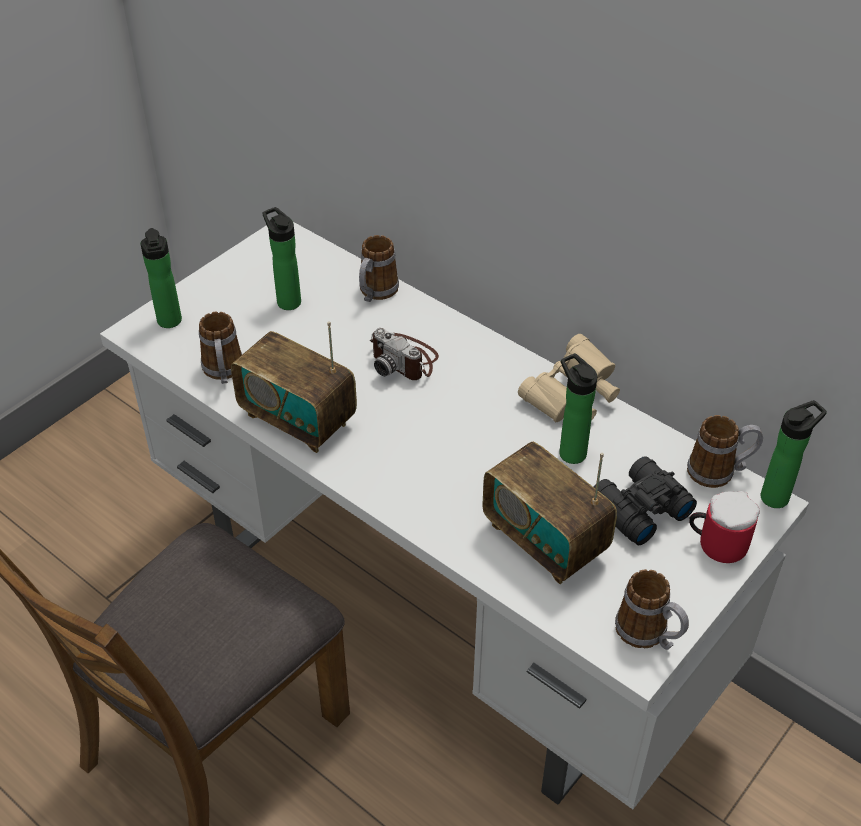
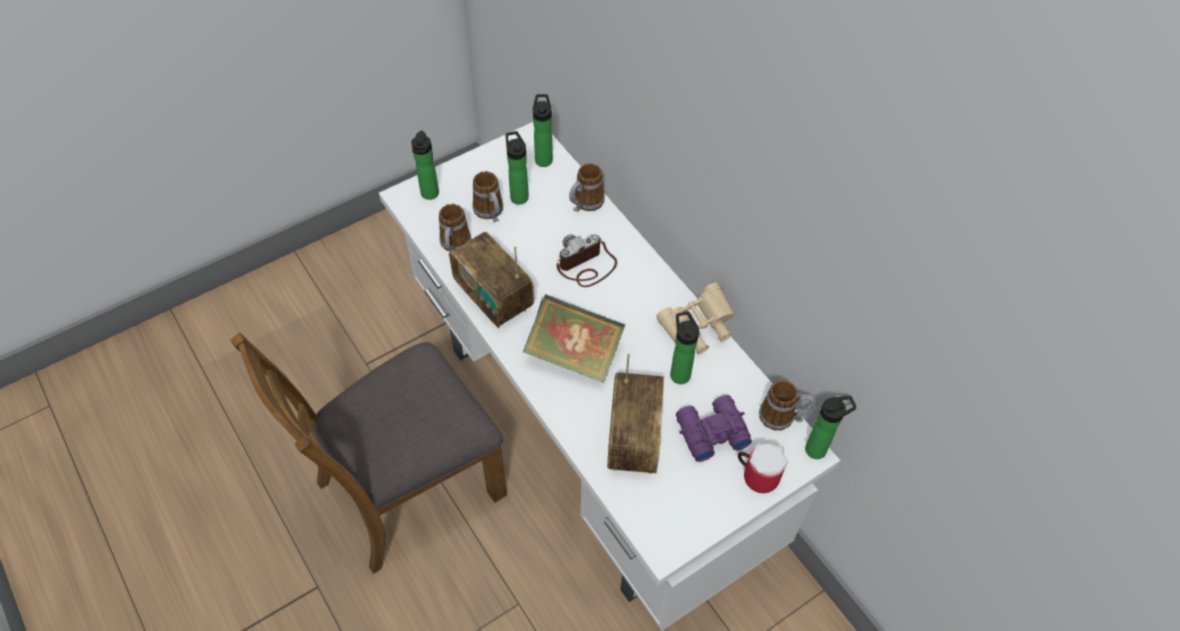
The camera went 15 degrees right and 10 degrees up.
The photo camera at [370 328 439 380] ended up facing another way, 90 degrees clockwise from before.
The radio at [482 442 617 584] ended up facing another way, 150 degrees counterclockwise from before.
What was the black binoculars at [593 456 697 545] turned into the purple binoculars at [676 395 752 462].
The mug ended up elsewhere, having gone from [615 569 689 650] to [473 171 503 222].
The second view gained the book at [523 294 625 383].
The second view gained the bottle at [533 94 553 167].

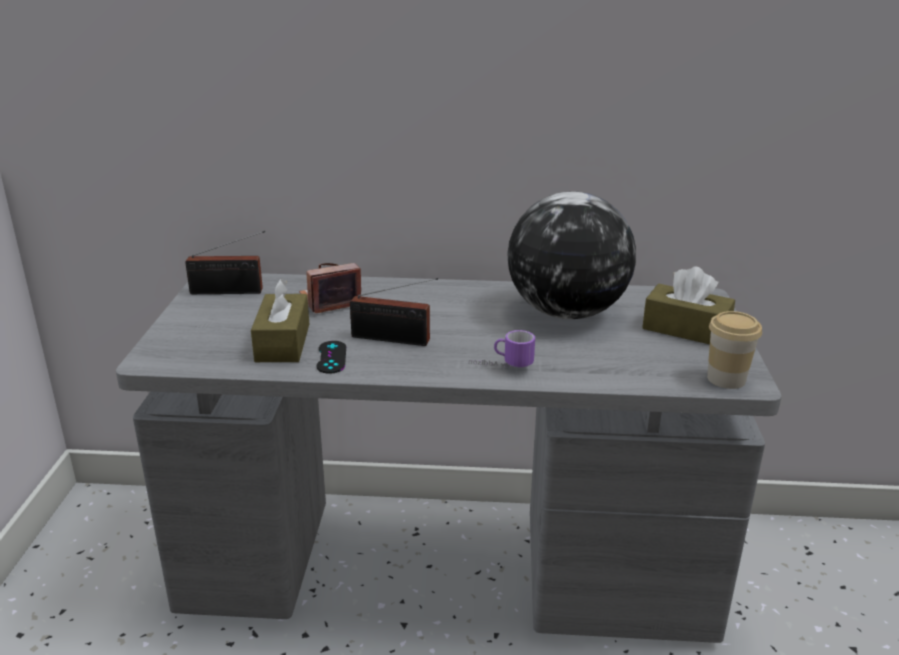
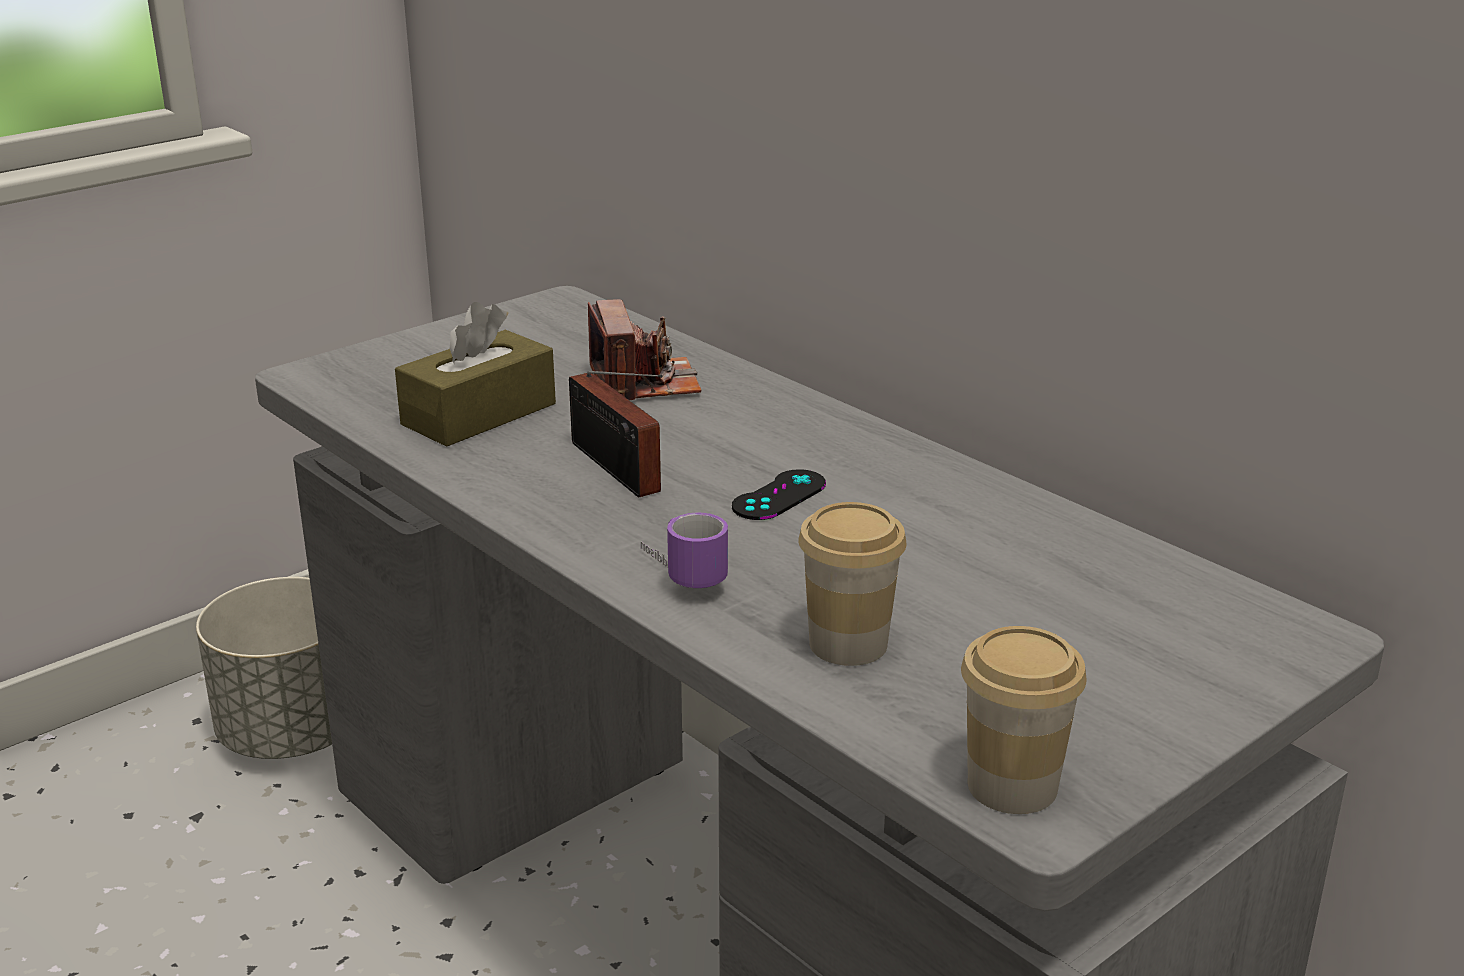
The camera went 45 degrees right and 0 degrees up.
The second view lost the radio at [185 231 265 294].
The photo camera at [299 263 361 313] ended up facing another way, 60 degrees clockwise from before.
The black game controller ended up elsewhere, having gone from [317 341 346 374] to [732 469 826 520].
The second view lost the globe at [507 192 636 319].
The second view lost the brown tissue box at [642 267 735 344].
The second view gained the grey planter at [196 577 332 759].
The second view gained the cup at [798 502 907 666].

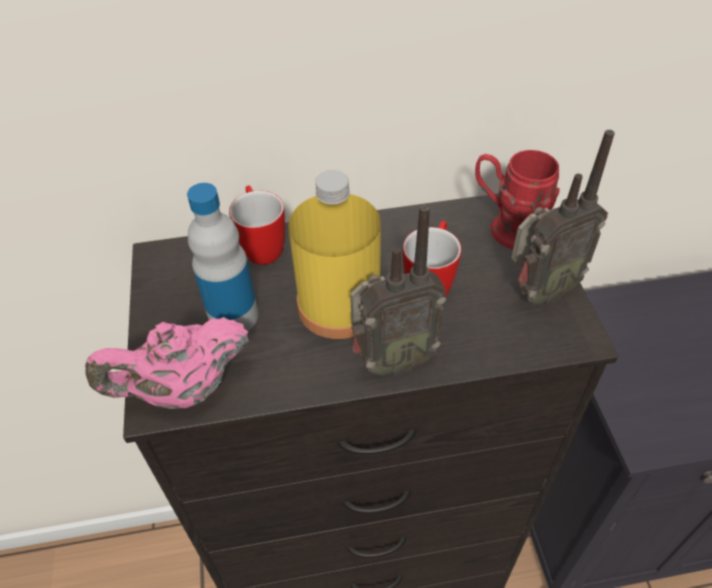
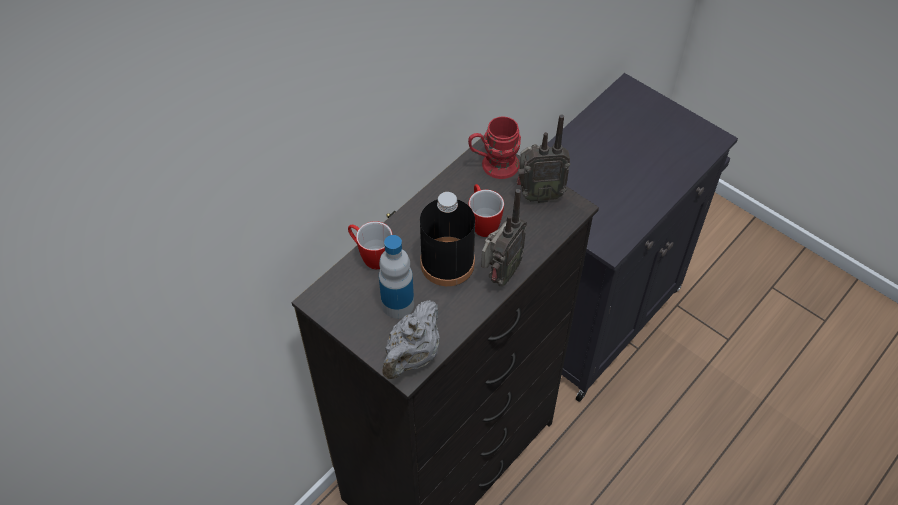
The camera went 40 degrees left and 5 degrees up.
What was the pink teapot at [85 317 249 409] turned into the grey teapot at [382 300 440 379].
What was the yellow bottle at [288 170 381 339] turned into the black bottle at [420 192 475 286].
The radio at [511 130 615 305] ended up facing another way, 60 degrees clockwise from before.

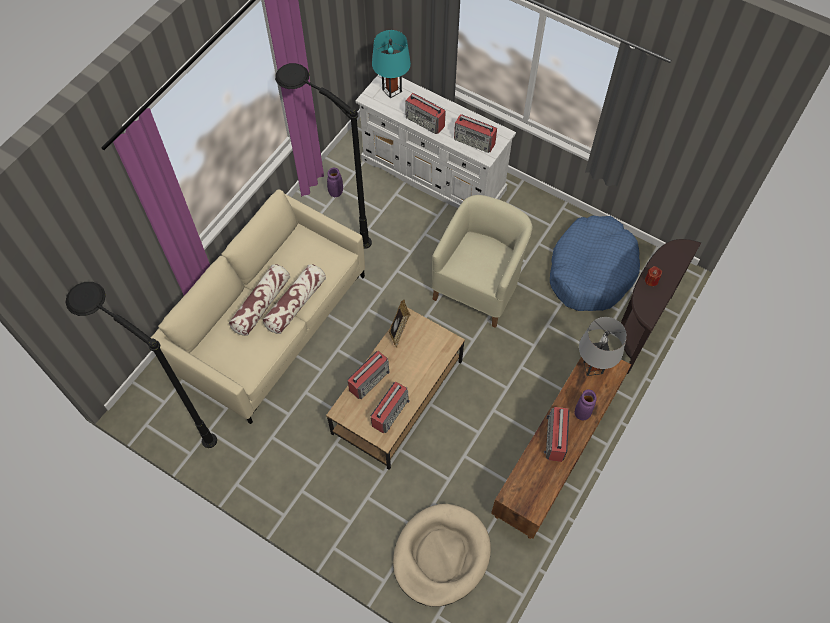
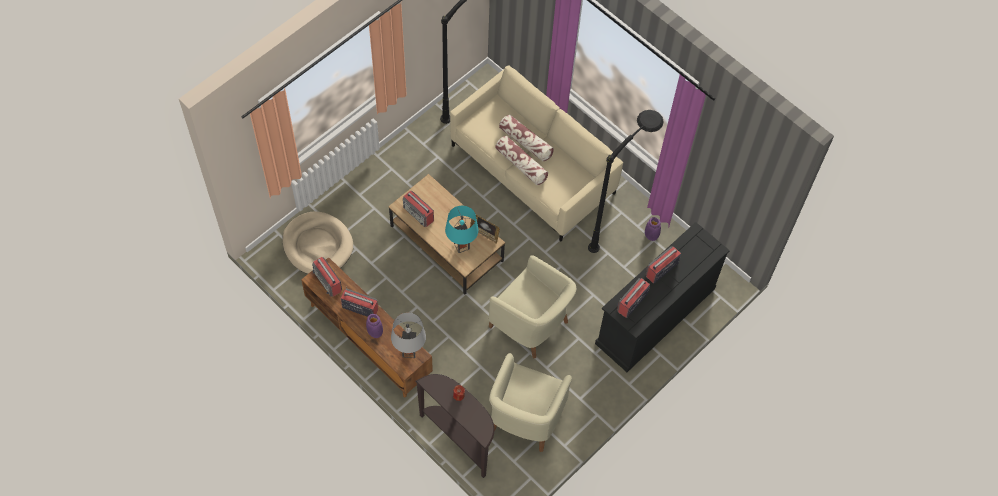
The camera went 100 degrees right and 0 degrees up.
The radio ended up elsewhere, having gone from [347 351 389 399] to [312 257 342 297].
What was the white dresser at [355 75 516 208] turned into the black dresser at [595 222 730 372].
The turquoise table lamp ended up elsewhere, having gone from [372 30 411 98] to [445 206 479 253].
Where the blue dog bed stood at [550 215 640 311], the beige armchair came to stand at [489 353 572 452].

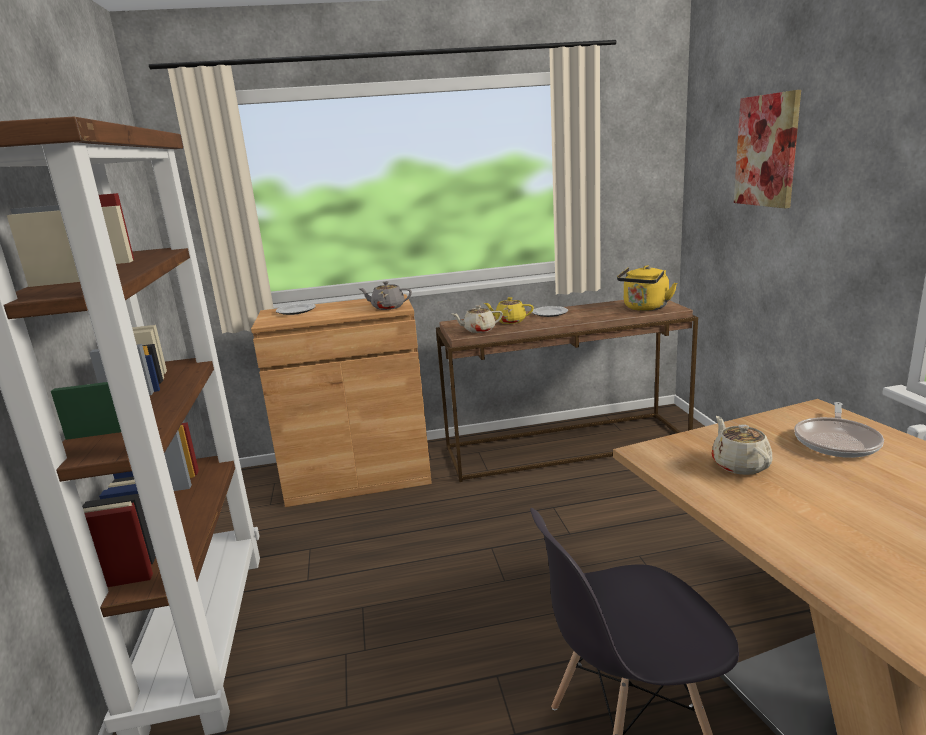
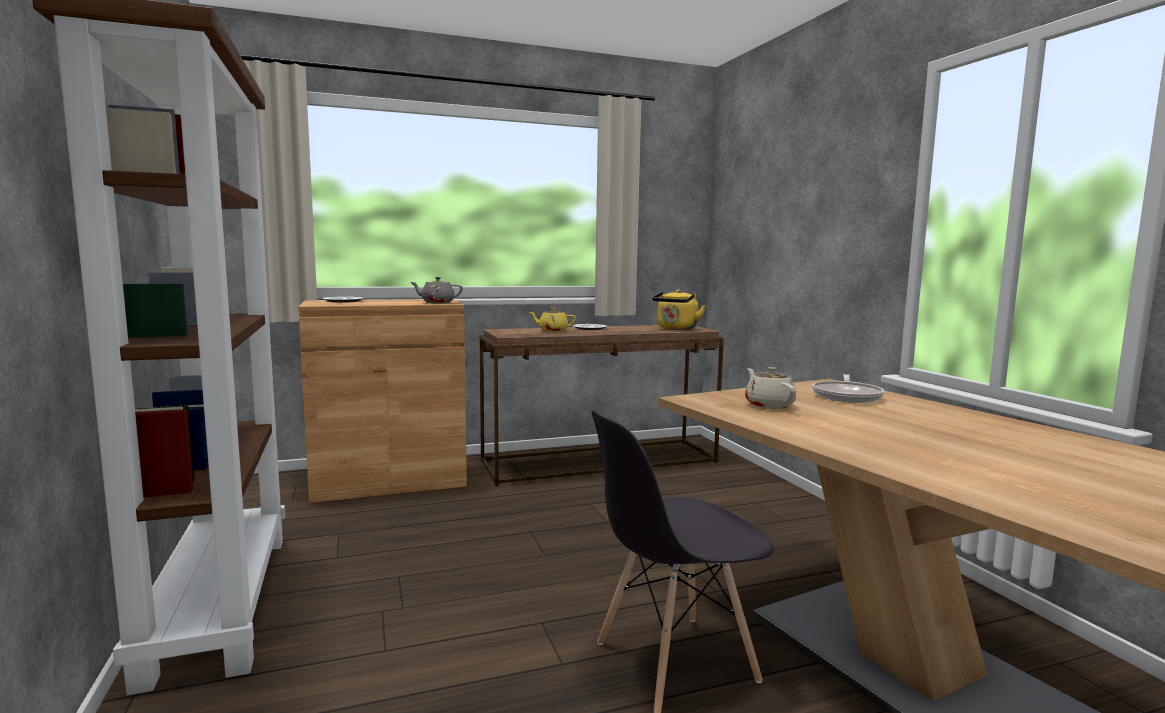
The camera went 10 degrees left and 10 degrees down.
The second view lost the beige teapot at [452 305 503 333].
The second view lost the picture at [734 90 801 208].

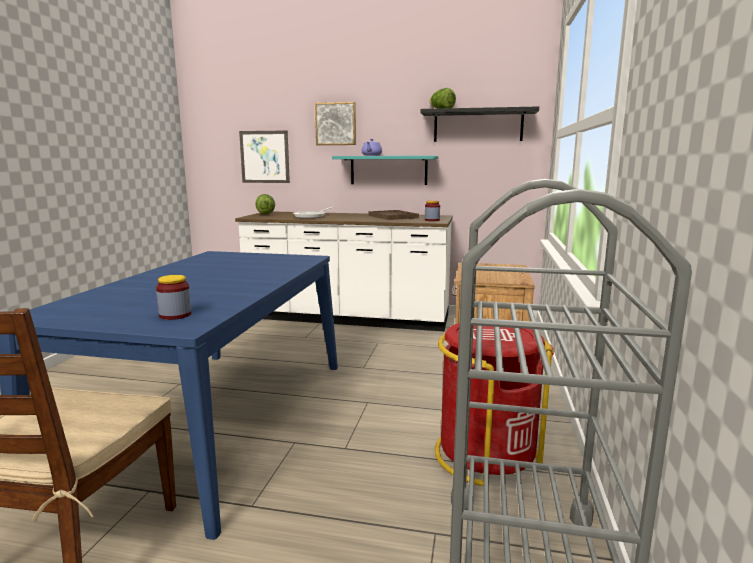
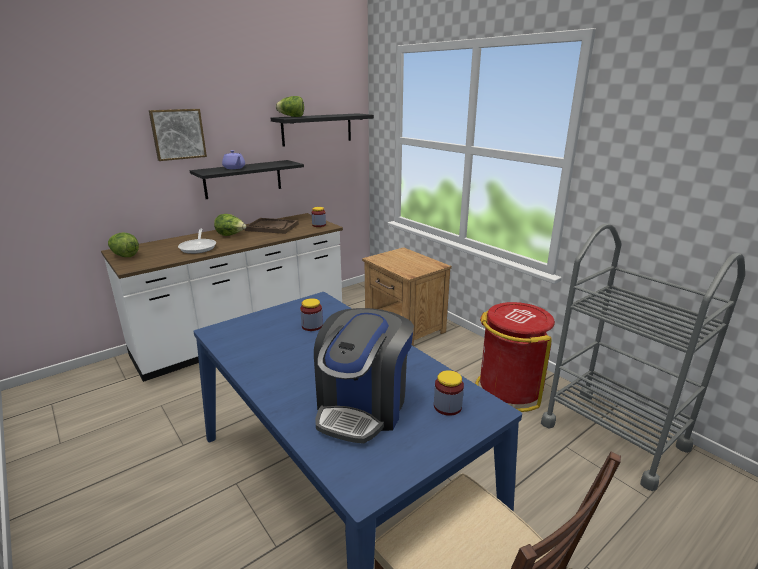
The camera went 50 degrees left and 10 degrees up.
The second view lost the picture at [239 130 290 183].
What was the turquoise shelf at [332 156 438 185] turned into the black shelf at [190 160 304 199].
The second view gained the lettuce at [214 214 246 236].
The second view gained the jar at [300 298 323 331].
The second view gained the coffee machine at [314 308 414 443].

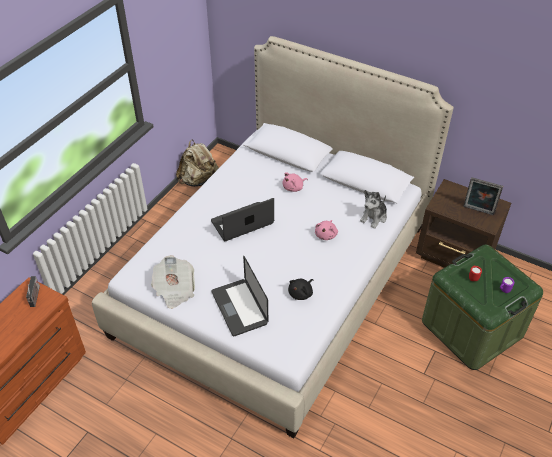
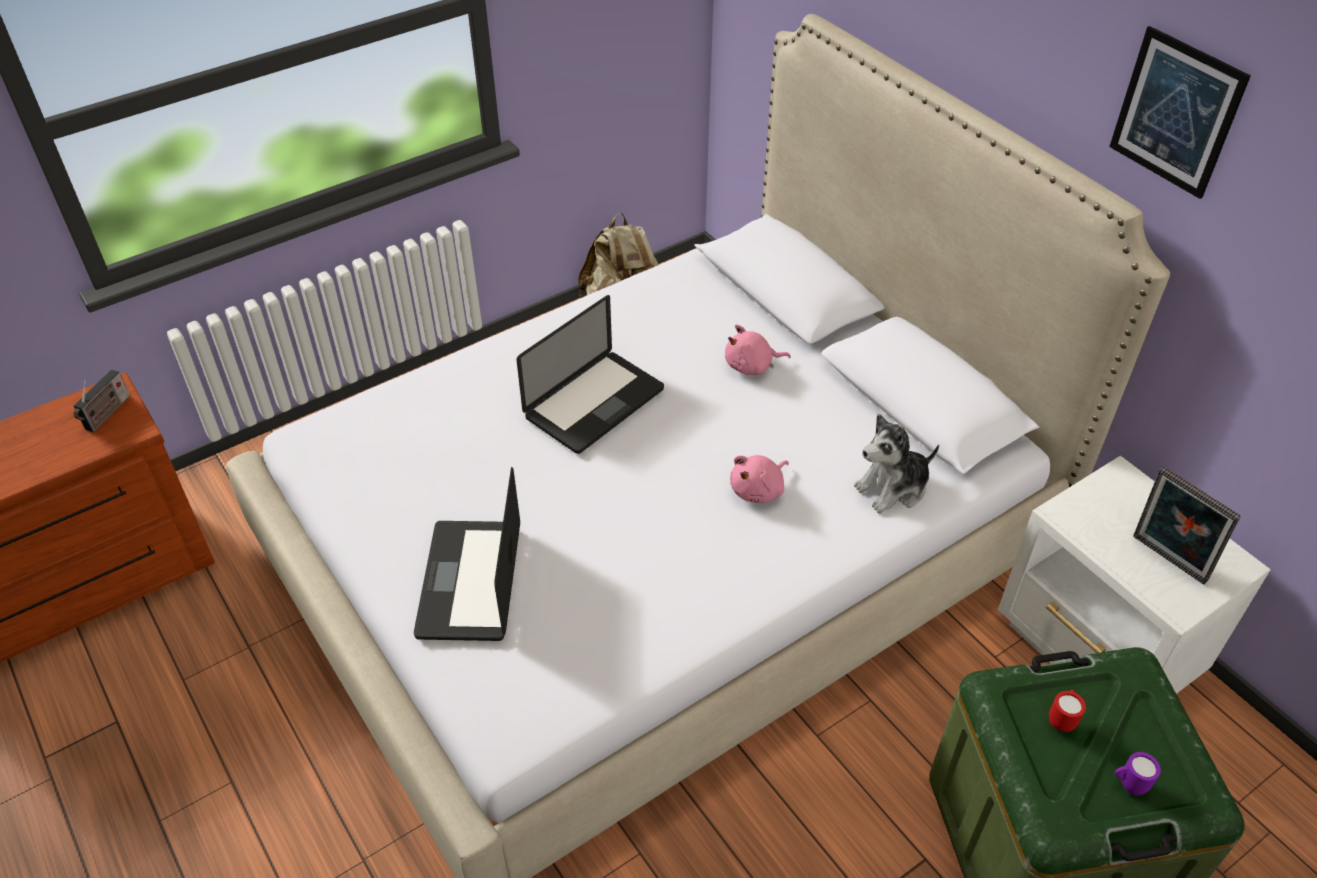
The camera went 25 degrees right and 0 degrees up.
The second view lost the newspaper at [151 255 195 309].
The laptop at [211 198 274 241] ended up facing another way, 135 degrees clockwise from before.
The second view lost the black plush toy at [288 278 313 300].
What was the brown nightstand at [416 179 511 268] turned into the white nightstand at [998 456 1271 694].
The second view gained the picture at [1109 26 1251 199].

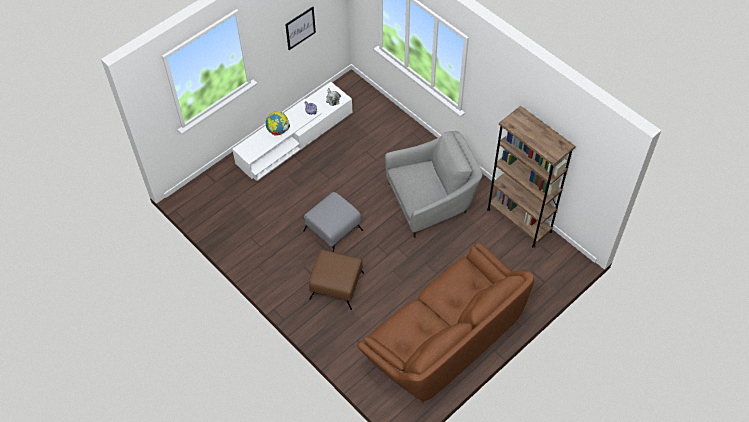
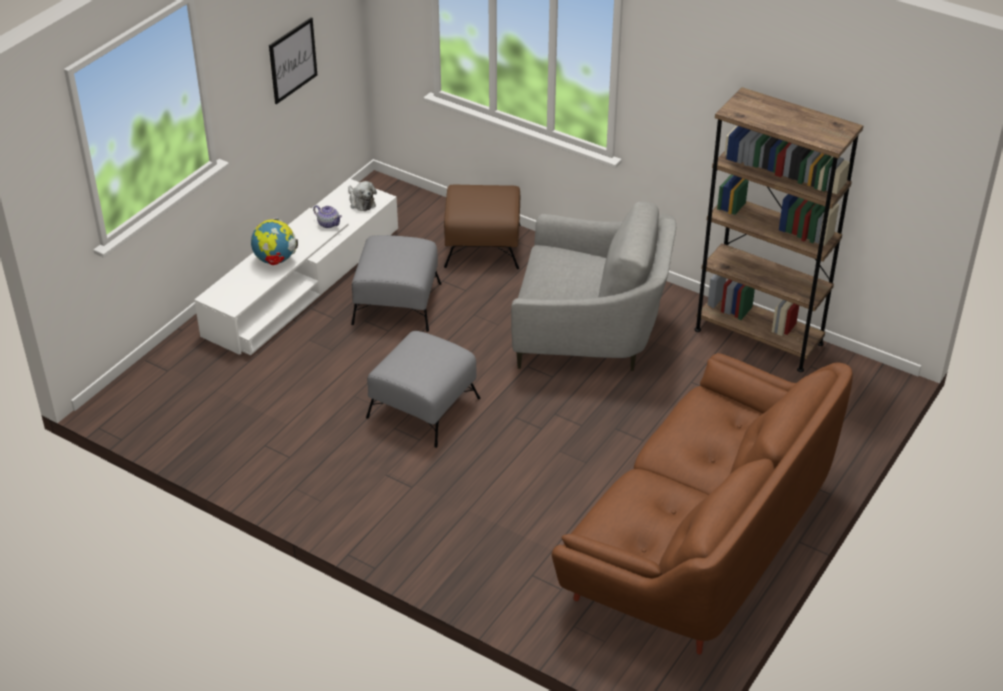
The camera went 15 degrees left and 15 degrees down.
The brown ottoman ended up elsewhere, having gone from [309 250 364 310] to [444 185 521 269].
The grey armchair at [385 131 482 238] ended up facing another way, 45 degrees clockwise from before.
The second view gained the grey ottoman at [351 235 441 332].

